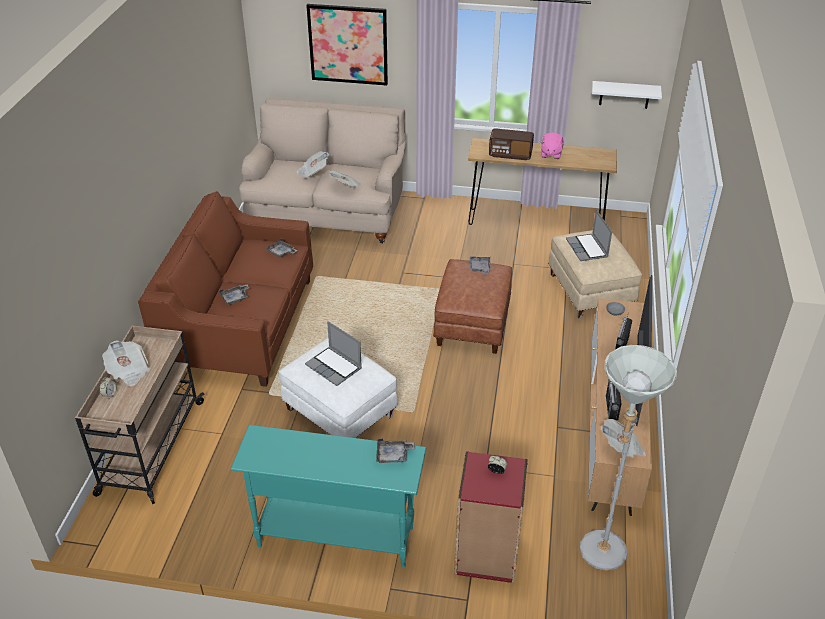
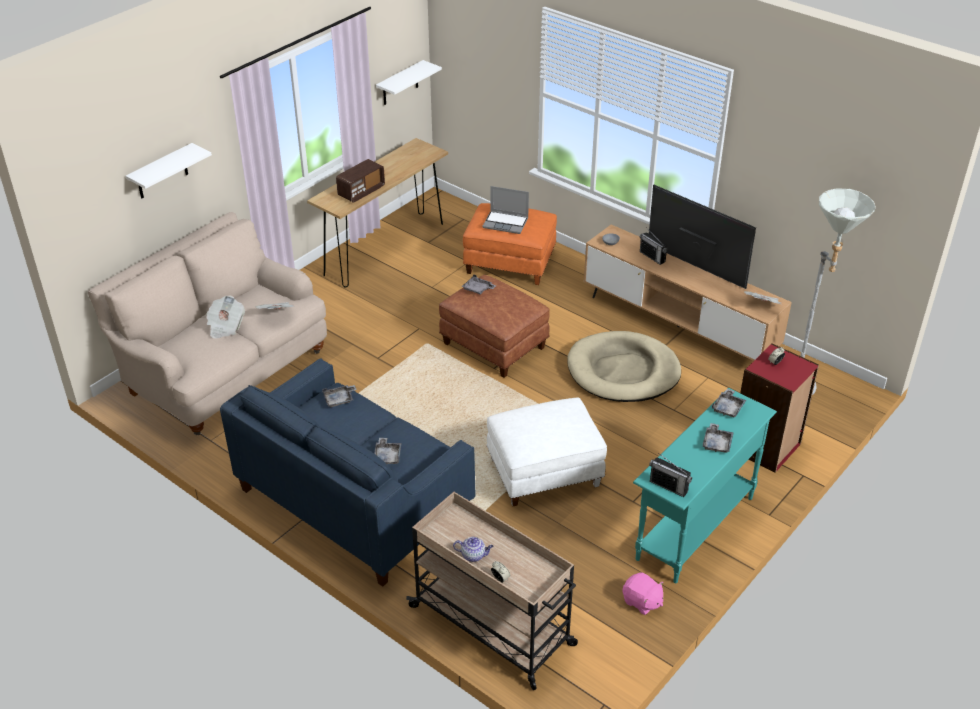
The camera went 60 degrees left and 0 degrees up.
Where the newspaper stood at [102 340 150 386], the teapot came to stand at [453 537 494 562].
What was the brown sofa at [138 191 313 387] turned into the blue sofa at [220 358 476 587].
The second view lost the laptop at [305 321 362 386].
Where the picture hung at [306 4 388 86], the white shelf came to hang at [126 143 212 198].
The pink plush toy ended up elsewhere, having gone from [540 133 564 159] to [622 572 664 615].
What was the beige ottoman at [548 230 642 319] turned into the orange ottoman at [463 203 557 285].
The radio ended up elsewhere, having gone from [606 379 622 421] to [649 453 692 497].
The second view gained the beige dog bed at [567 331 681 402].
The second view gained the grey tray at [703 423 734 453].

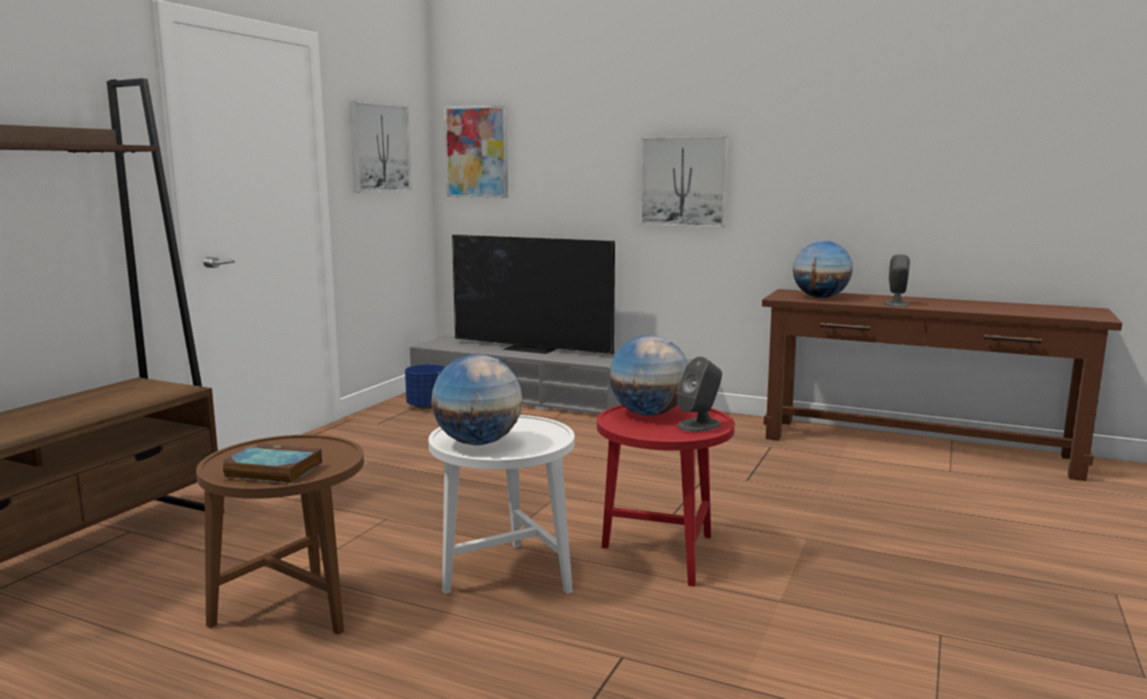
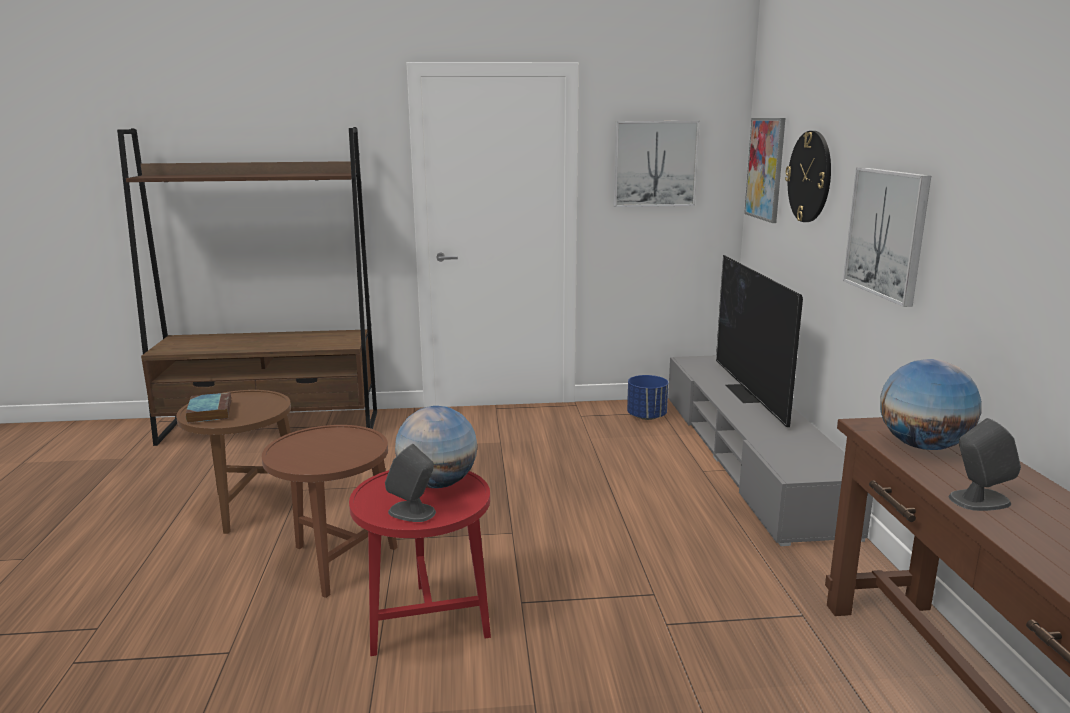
The camera went 60 degrees right and 5 degrees up.
What was the white side table at [428 415 575 594] turned into the brown side table at [262 425 398 598].
The second view lost the globe at [431 354 522 445].
The second view gained the wall clock at [785 131 831 222].

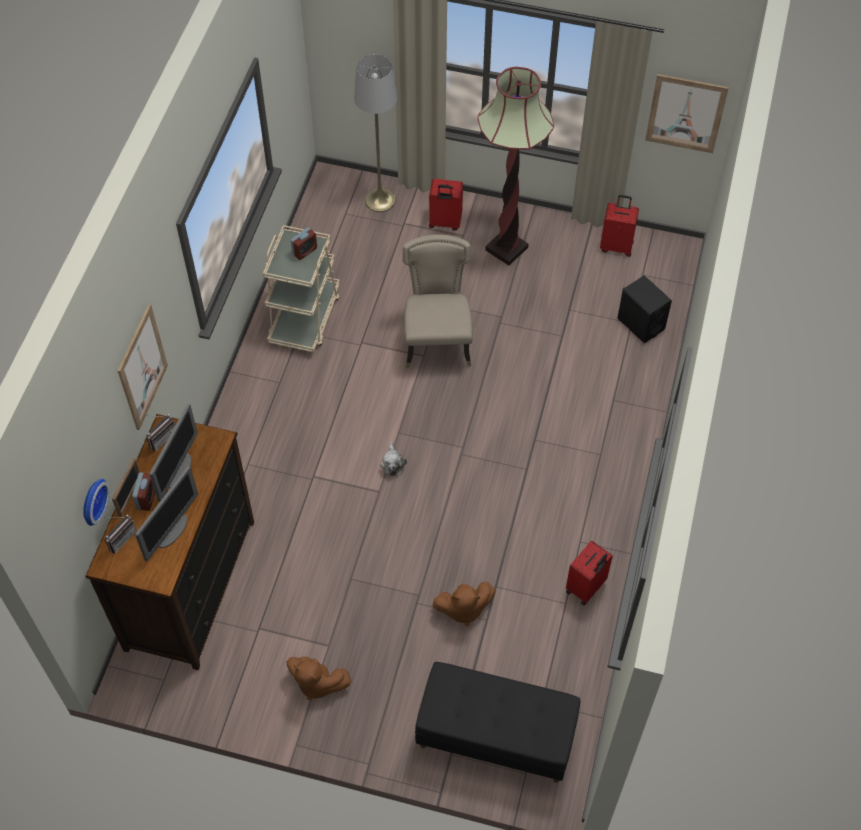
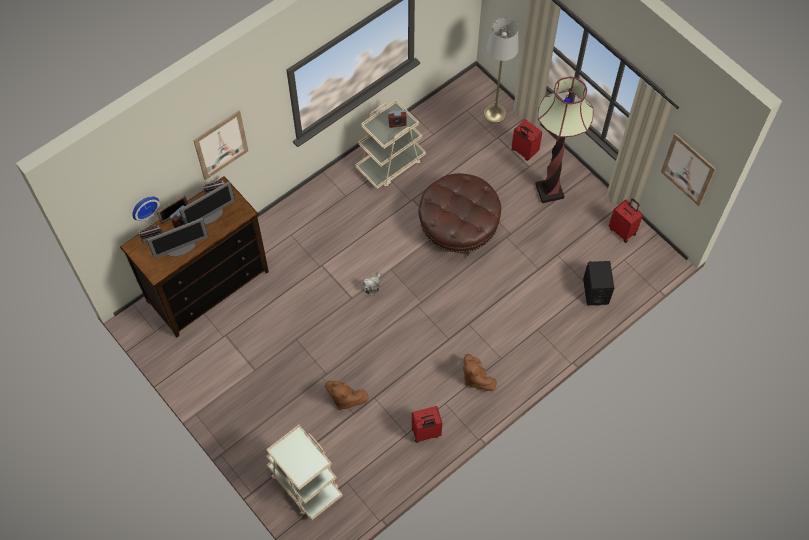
The camera went 35 degrees right and 5 degrees up.
The brown plush toy ended up elsewhere, having gone from [287 657 351 700] to [463 354 497 391].
Where the beige chair stood at [402 234 473 368], the brown ottoman came to stand at [418 173 501 257].
Where the black bench stood at [415 662 580 783], the beige cart came to stand at [266 425 343 520].

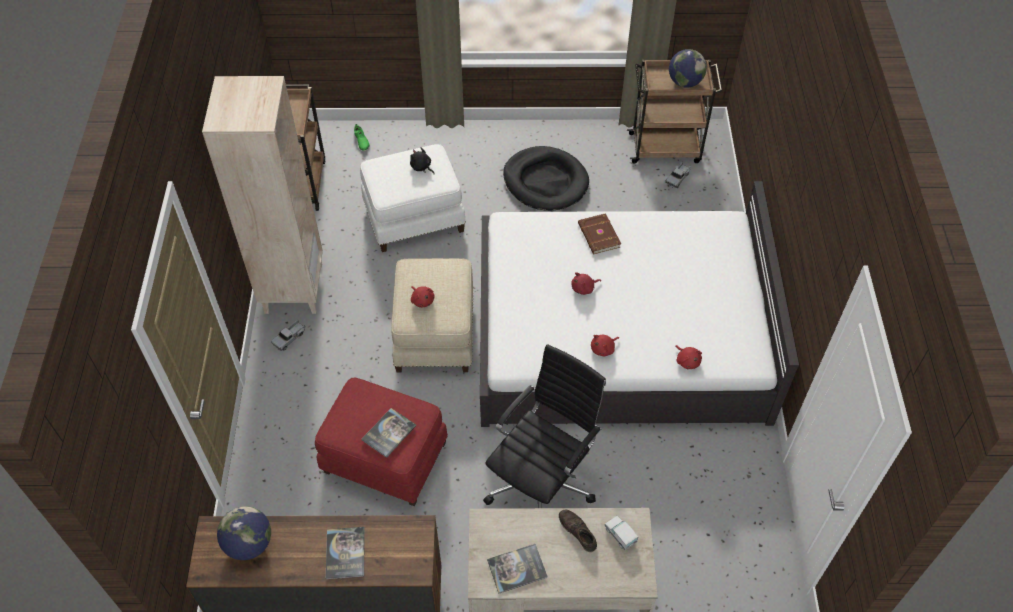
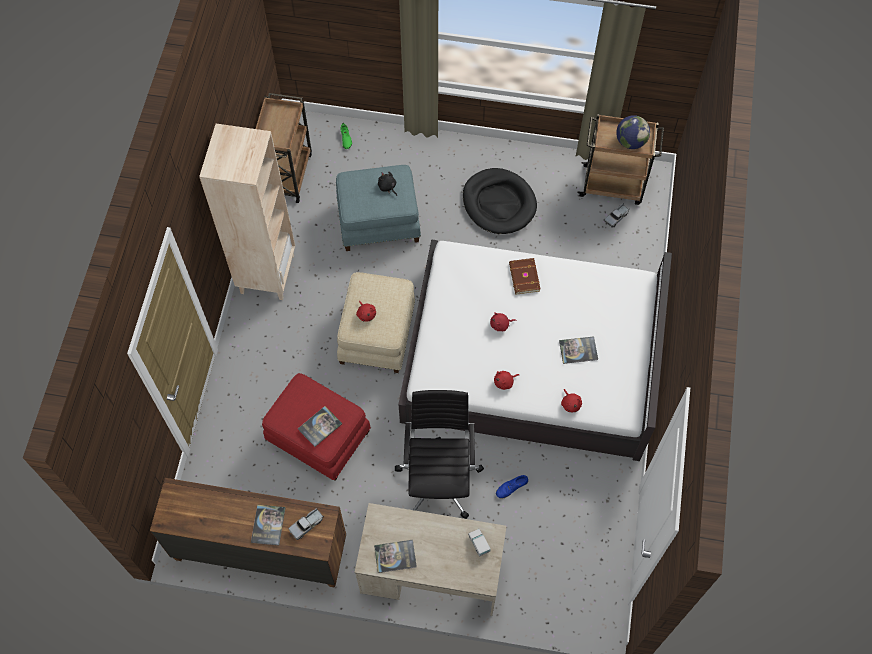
The camera went 10 degrees right and 10 degrees up.
The second view lost the globe at [217 506 271 560].
The toy truck ended up elsewhere, having gone from [271 320 305 351] to [288 508 324 540].
What was the white ottoman at [360 144 466 252] turned into the blue ottoman at [336 165 421 251].
The black office chair at [483 344 606 508] ended up facing another way, 45 degrees counterclockwise from before.
The second view lost the brown shoe at [559 509 597 552].
The second view gained the blue shoe at [496 475 528 499].
The second view gained the book at [559 336 598 364].

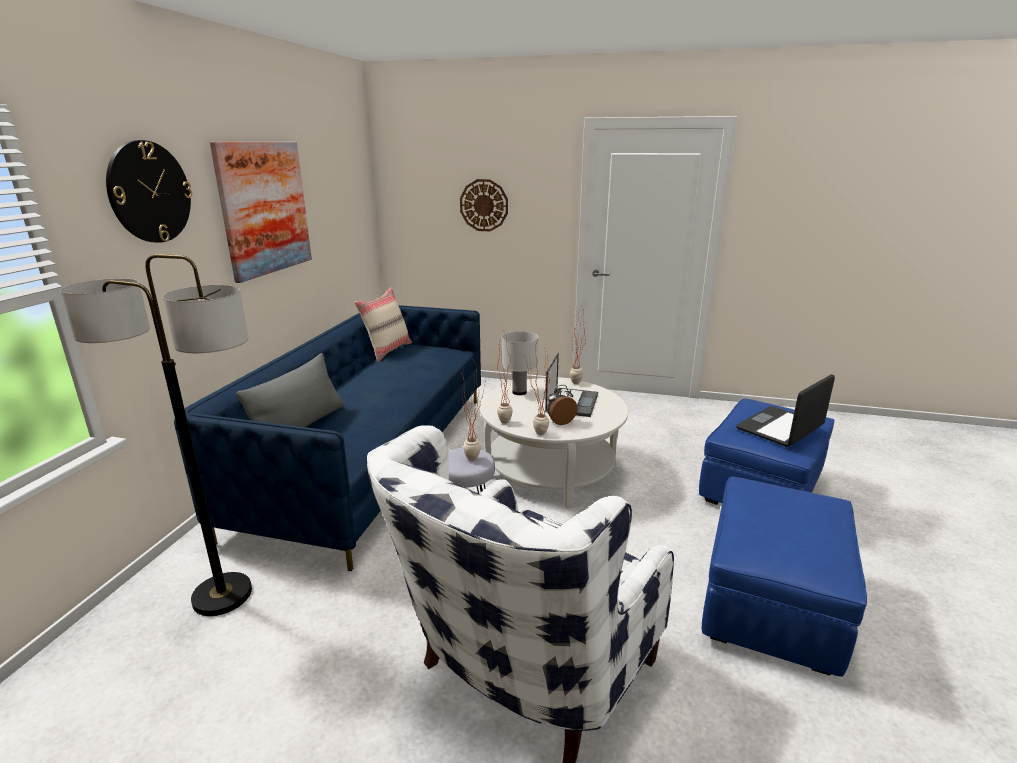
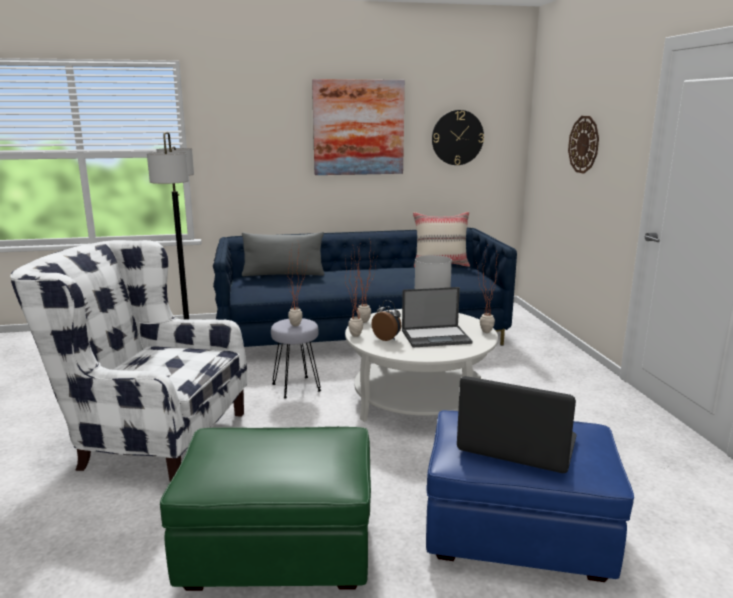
The camera went 65 degrees right and 5 degrees down.
The wall clock ended up elsewhere, having gone from [106 140 192 243] to [432 110 484 165].
What was the blue ottoman at [702 477 867 677] turned into the green ottoman at [160 426 371 591].

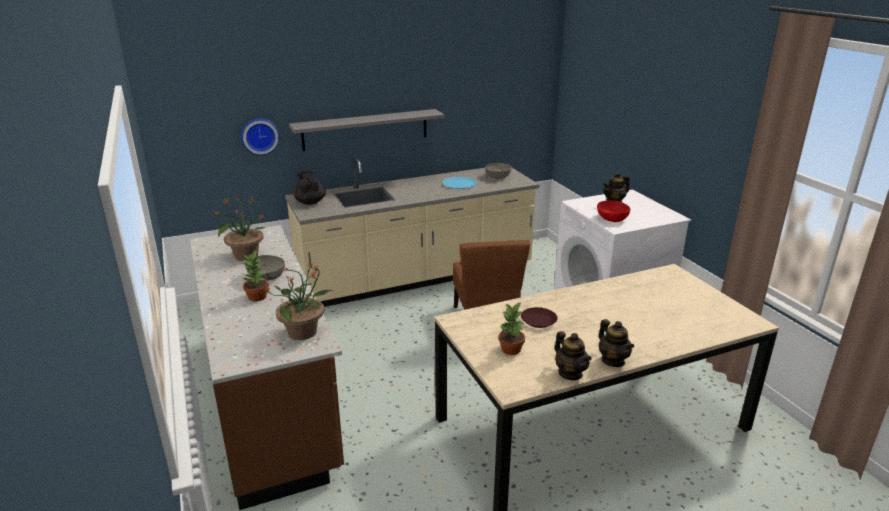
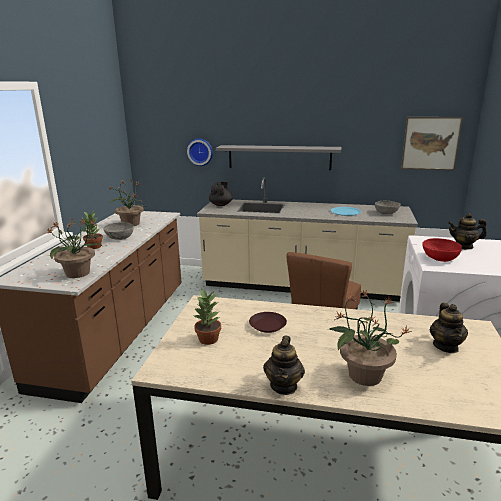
The camera went 35 degrees right and 5 degrees down.
The teapot ended up elsewhere, having gone from [555 331 592 380] to [430 303 468 353].
The second view gained the potted plant at [327 291 412 386].
The second view gained the picture at [401 117 463 171].

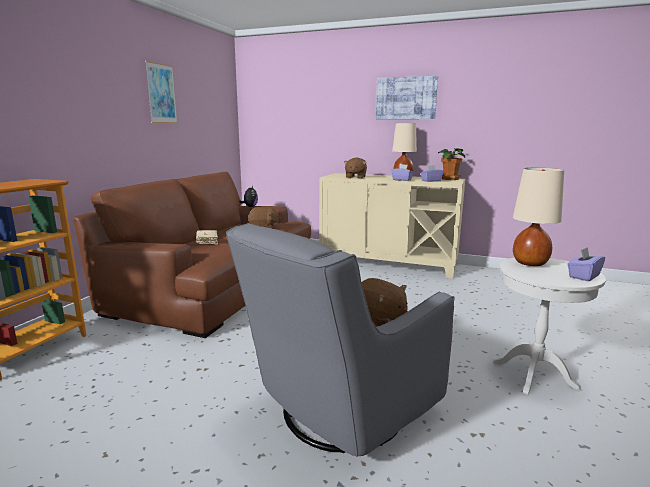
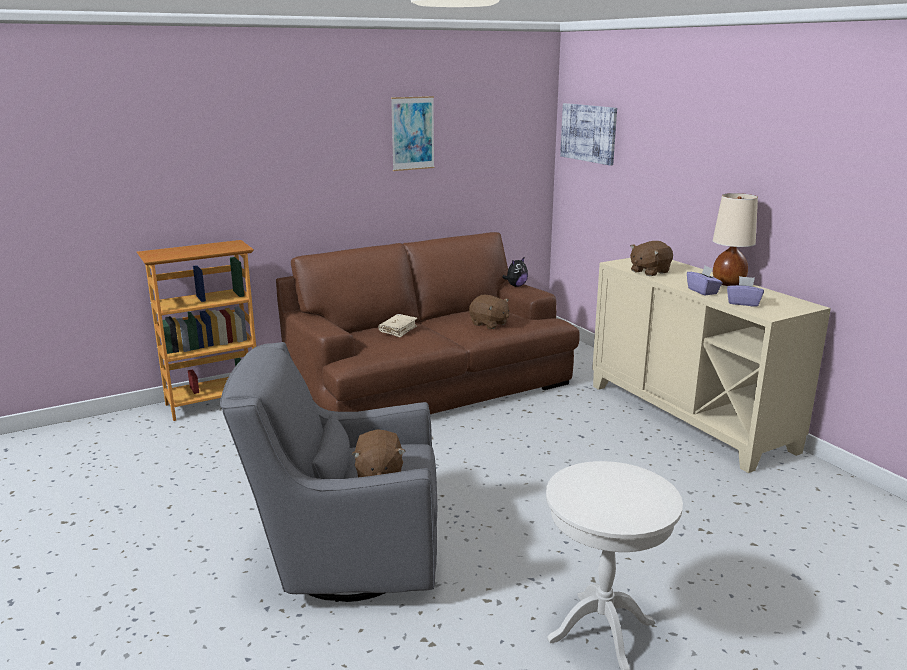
The camera went 40 degrees right and 5 degrees up.
The picture ended up elsewhere, having gone from [376 76 438 119] to [560 103 617 166].
The second view lost the potted plant at [438 148 465 180].
The second view lost the beige table lamp at [513 168 564 266].
The second view lost the purple tissue box at [567 247 605 281].

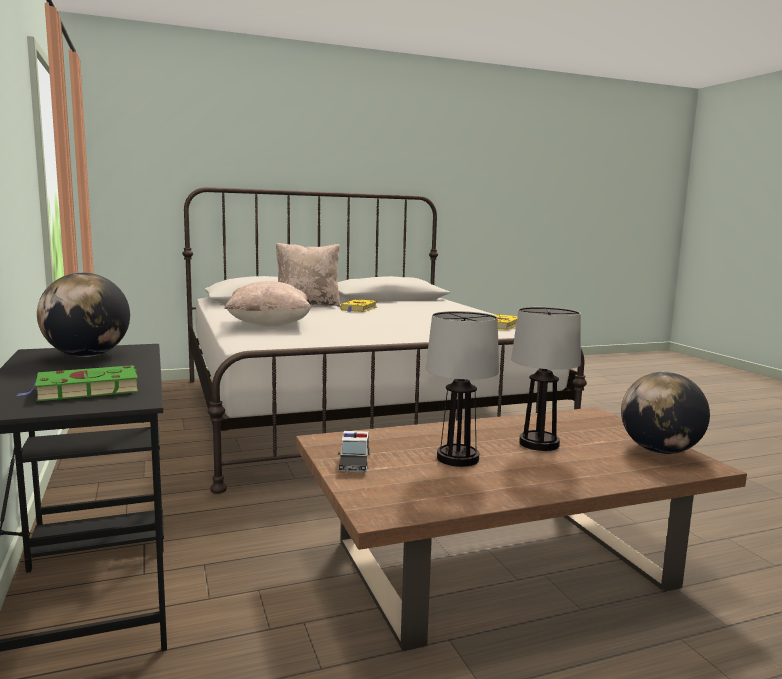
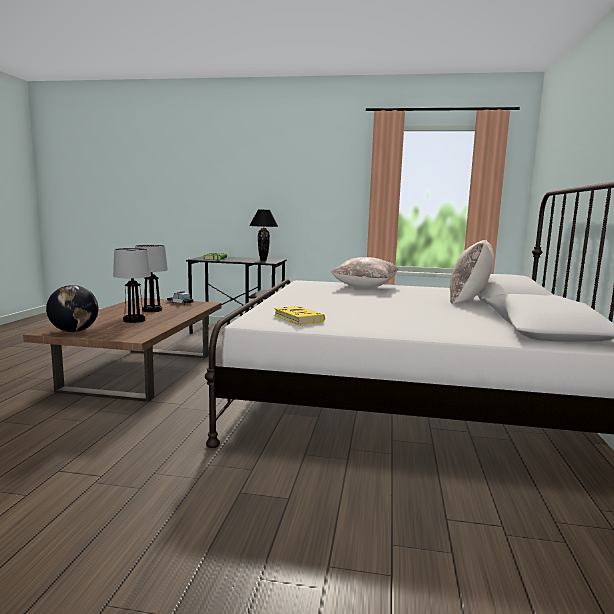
The camera went 120 degrees right and 0 degrees up.
Where the globe stood at [37 273 130 357], the black table lamp came to stand at [249 209 278 261].
The second view lost the yellow book at [340 299 377 313].

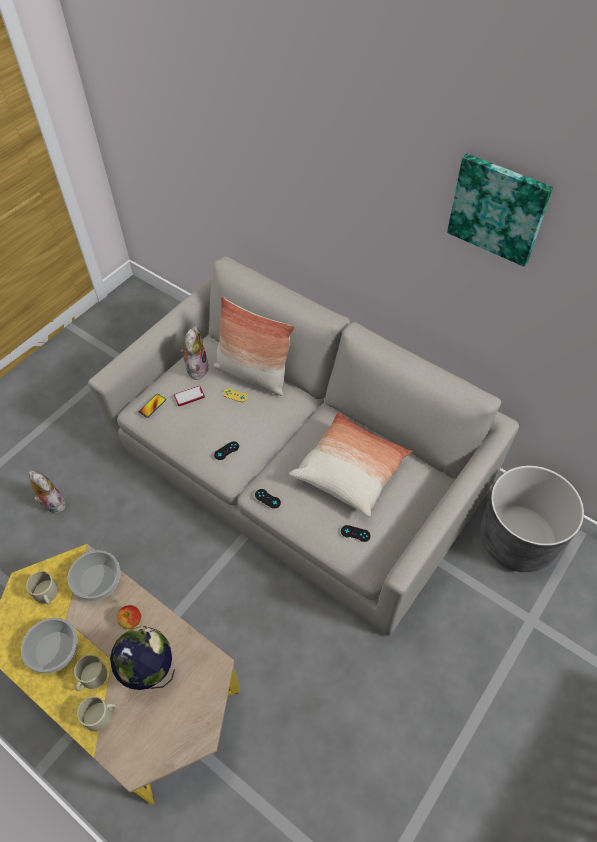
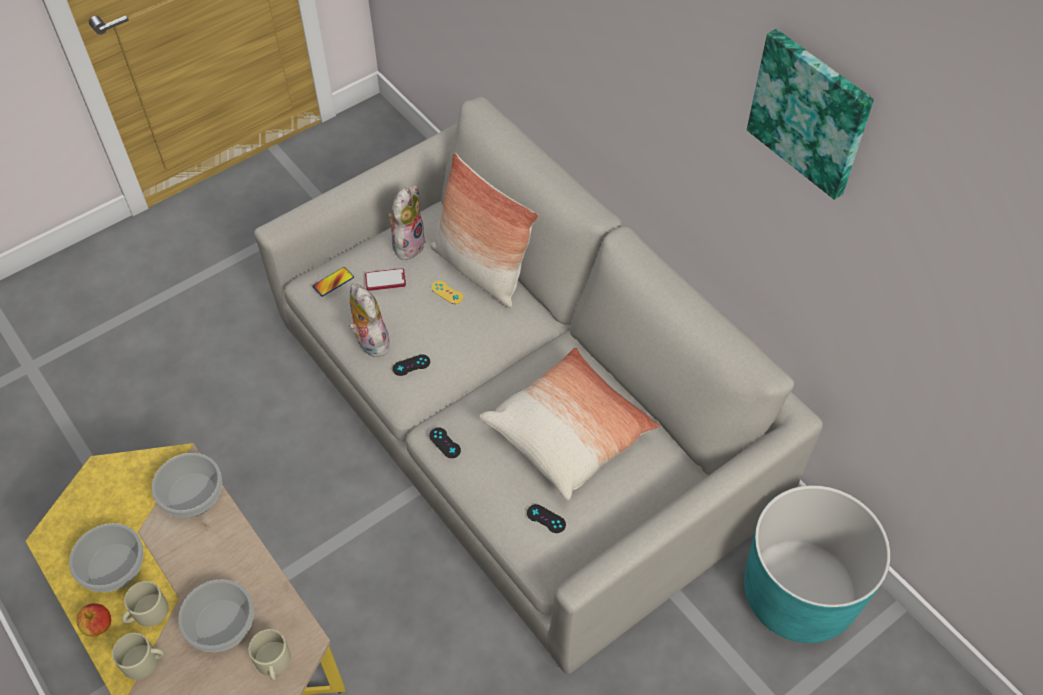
The camera went 15 degrees right and 0 degrees up.
The beige mug ended up elsewhere, having gone from [26 571 58 605] to [249 629 291 680].
The plush toy ended up elsewhere, having gone from [29 470 66 514] to [349 283 390 357].
Where the globe stood at [110 626 175 690], the bowl came to stand at [178 579 254 652].
The apple ended up elsewhere, having gone from [117 605 141 629] to [76 603 111 637].
What was the grey planter at [481 466 584 572] turned into the turquoise planter at [744 485 891 643].

